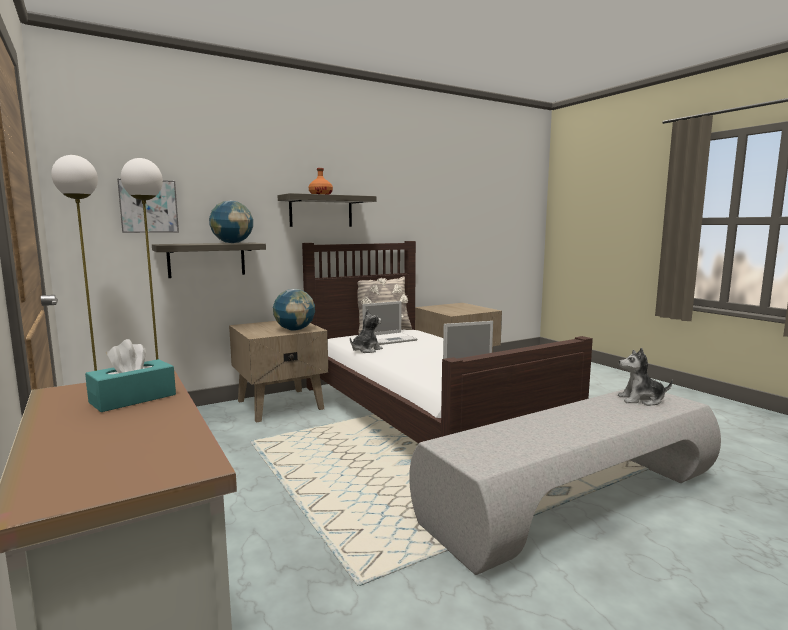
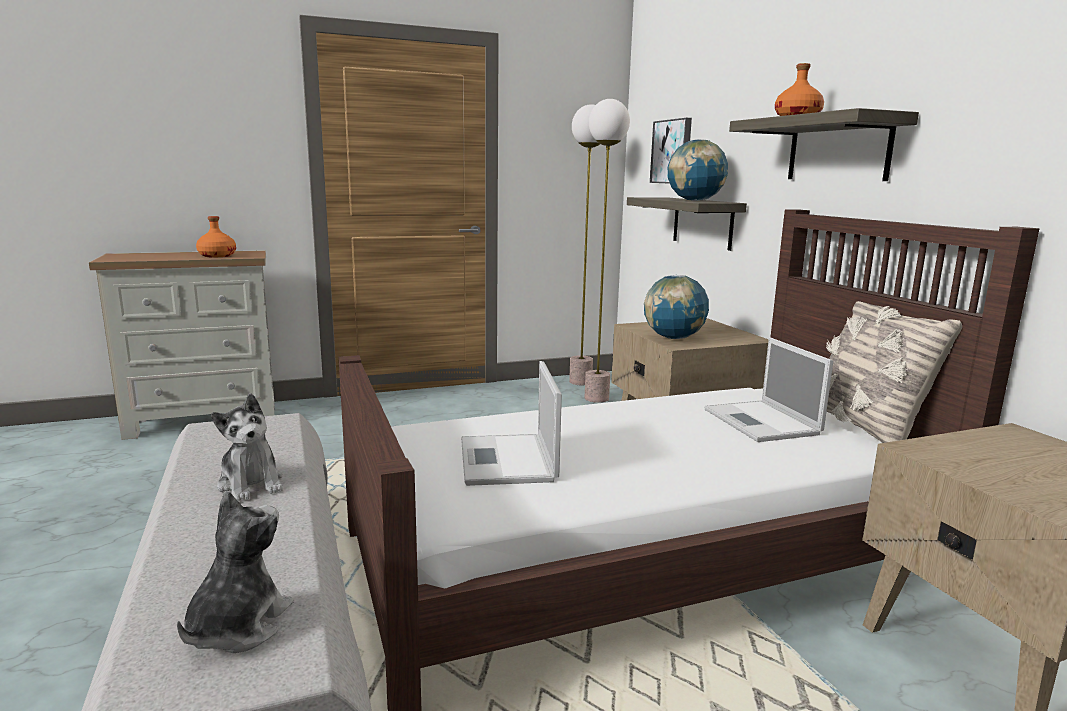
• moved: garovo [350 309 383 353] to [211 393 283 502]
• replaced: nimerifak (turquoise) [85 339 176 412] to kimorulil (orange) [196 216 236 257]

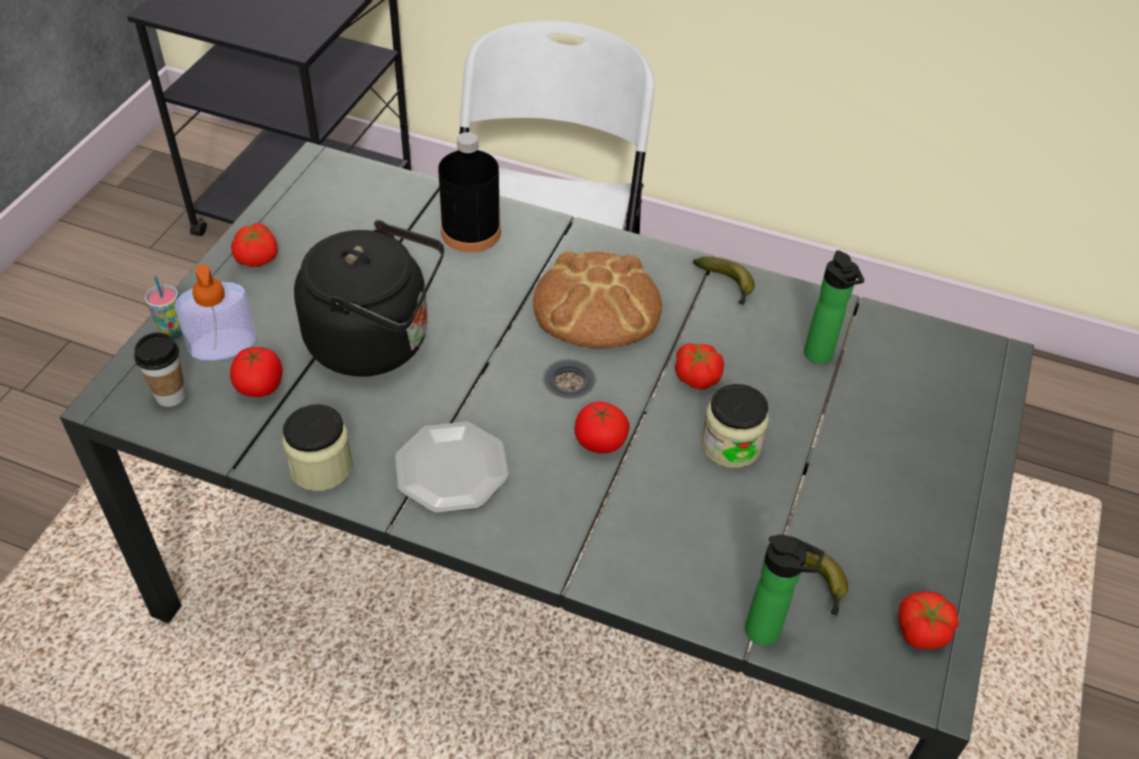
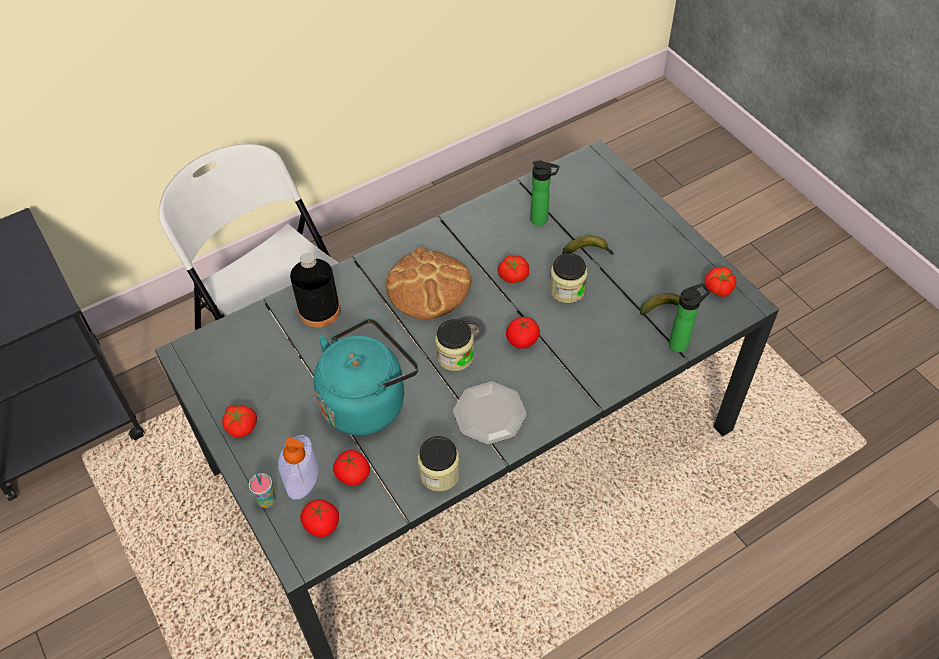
• recoloured: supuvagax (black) [294 220 444 377] to supuvagax (turquoise) [314 318 418 435]
• moved: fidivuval [693 256 755 306] to [562 236 614 255]
• replaced: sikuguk [134 332 186 407] to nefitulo [300 499 339 537]
• added: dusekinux [435 319 474 371]

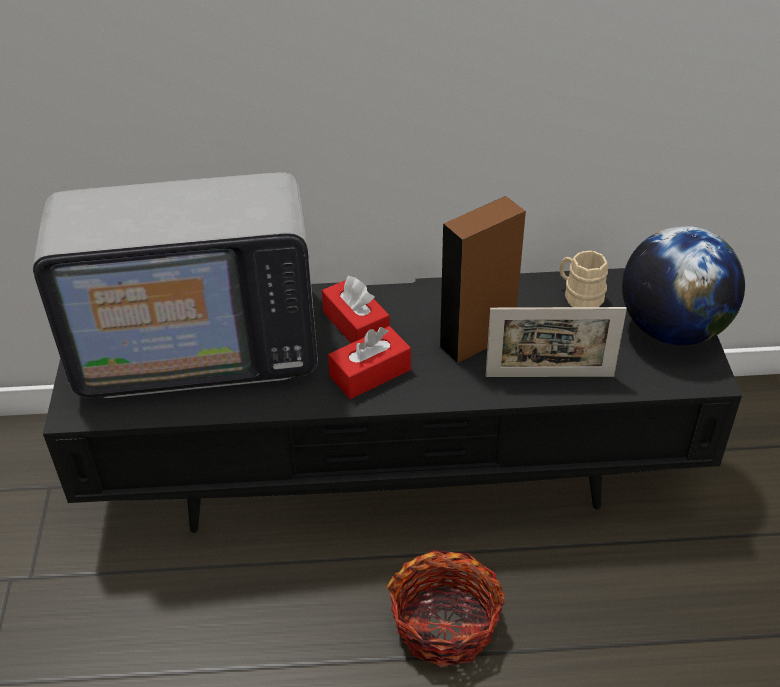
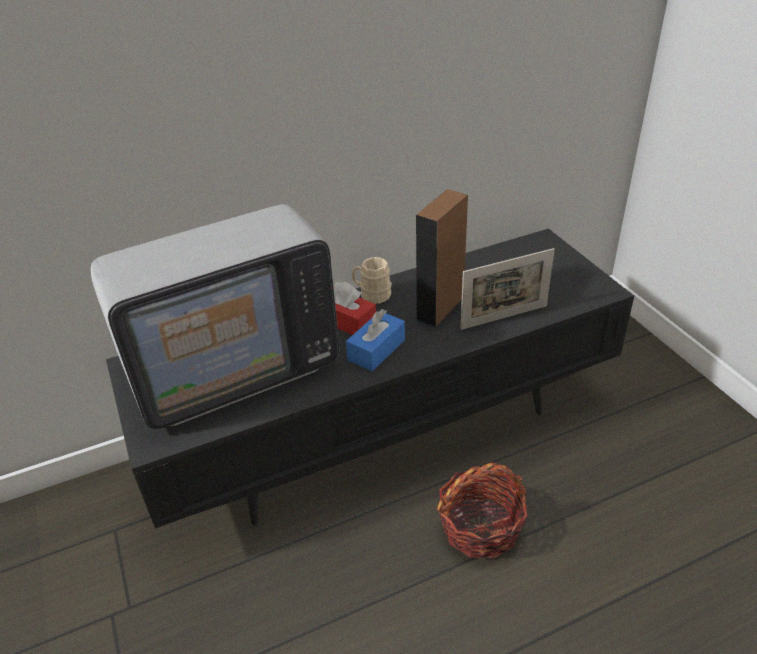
• removed: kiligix [622 226 745 345]
• moved: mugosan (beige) [559 251 608 307] to [352 257 392 304]
• recoloured: nimerifak (red) [328 326 411 399] to nimerifak (blue) [346 309 405 371]

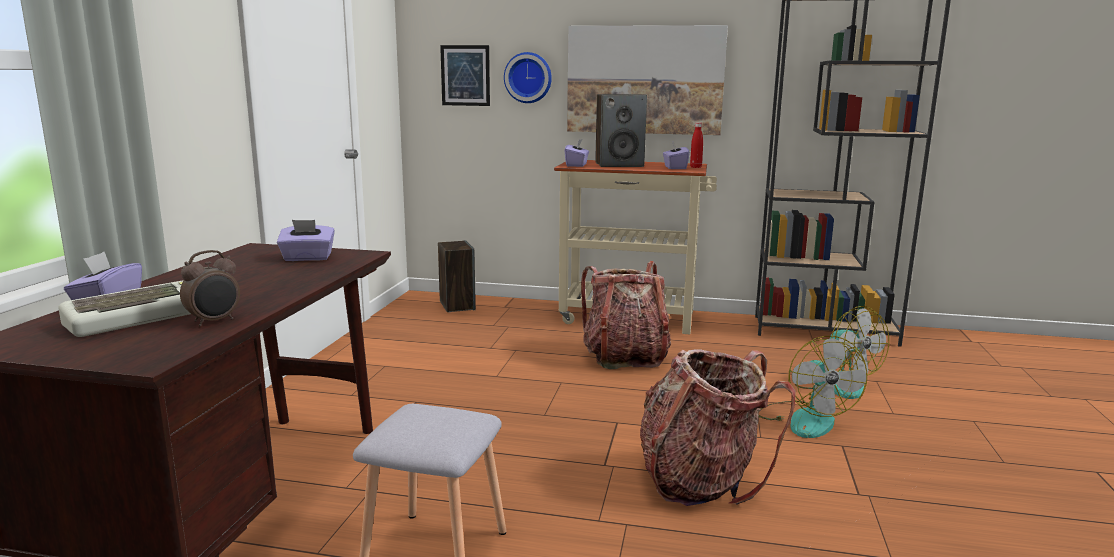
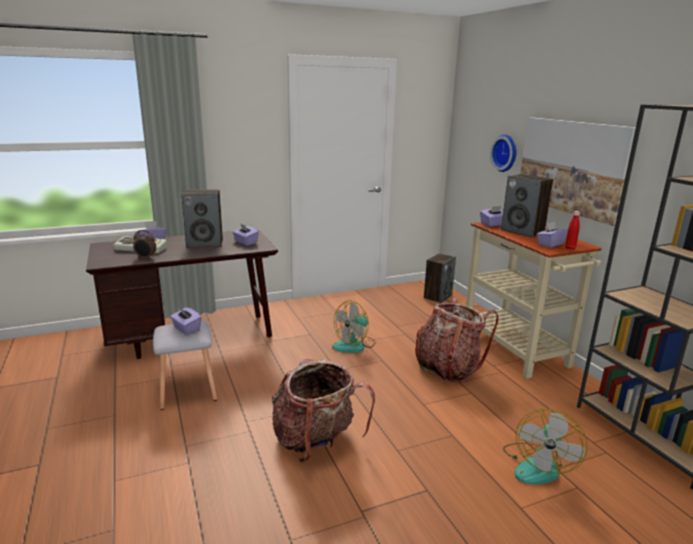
• removed: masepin [440 45 490 106]
• moved: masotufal [758 336 867 438] to [332 300 376 353]
• added: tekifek [181 189 223 248]
• added: nimerifak (purple) [170 307 201 335]

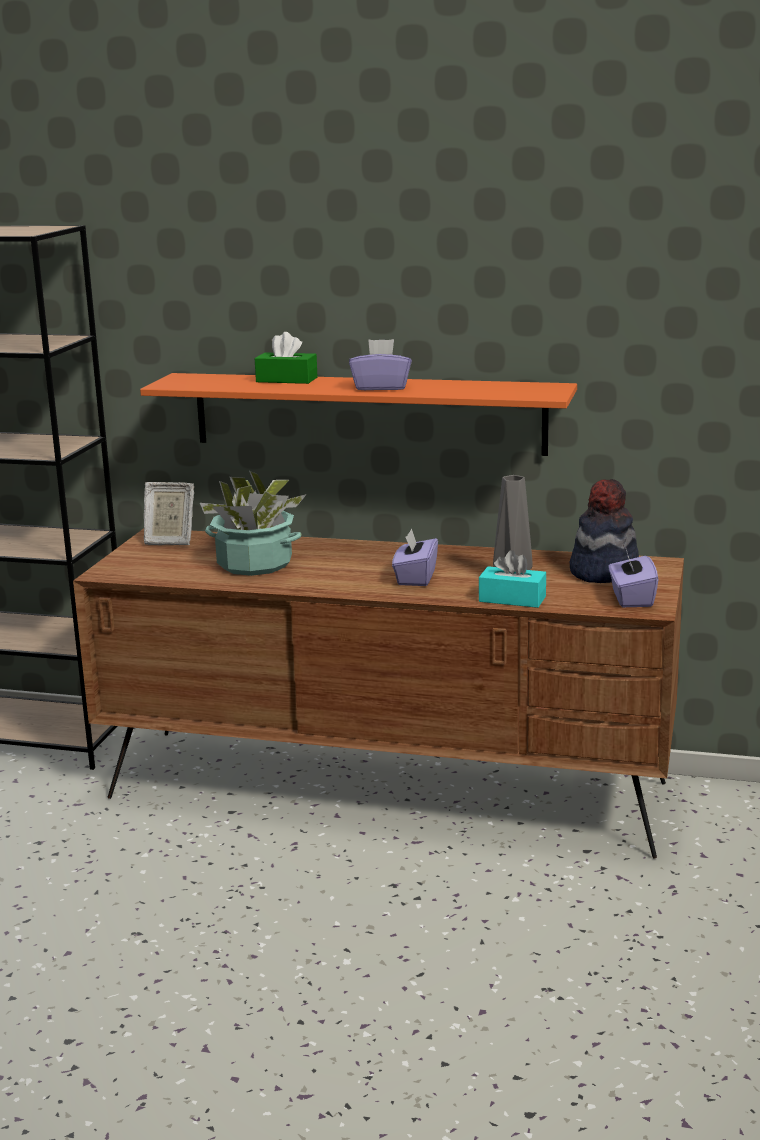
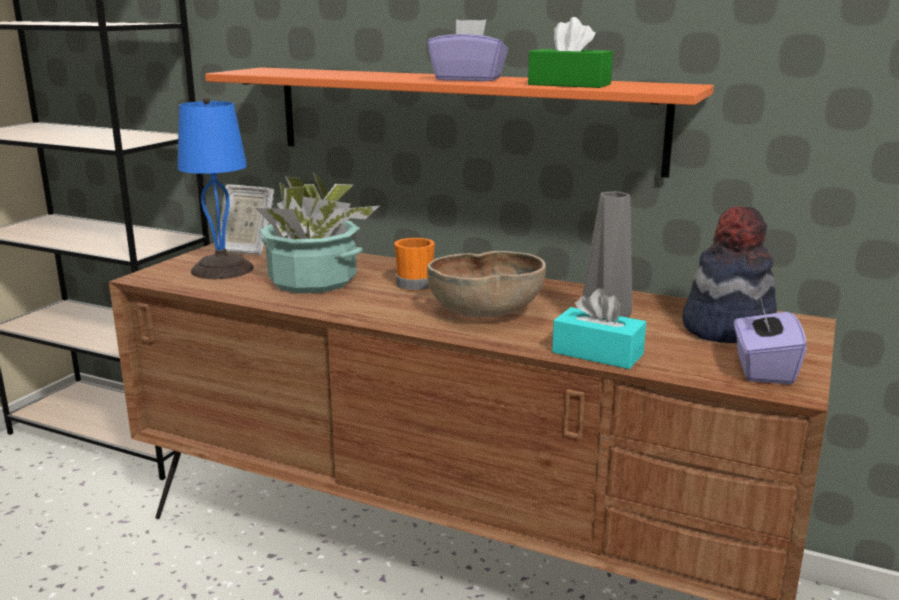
• moved: nimerifak (green) [255 332 317 384] to [528 17 613 88]
• replaced: nimerifak (purple) [392 529 438 586] to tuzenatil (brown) [427 251 546 317]
• added: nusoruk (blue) [178 97 254 279]
• added: mugosan (orange) [394 238 435 291]

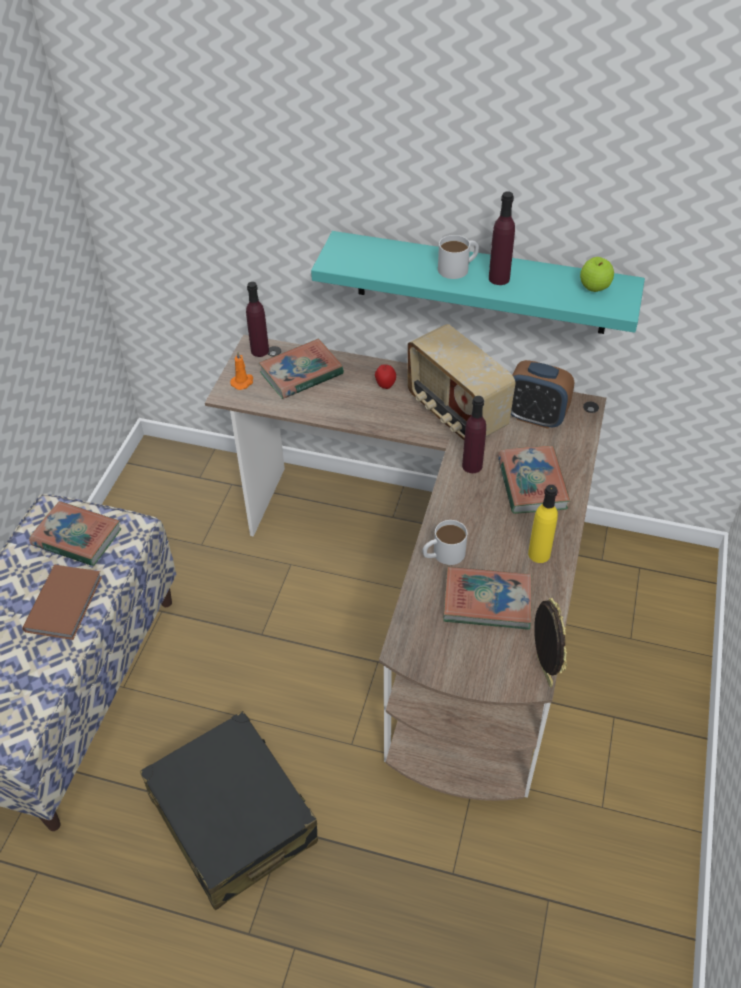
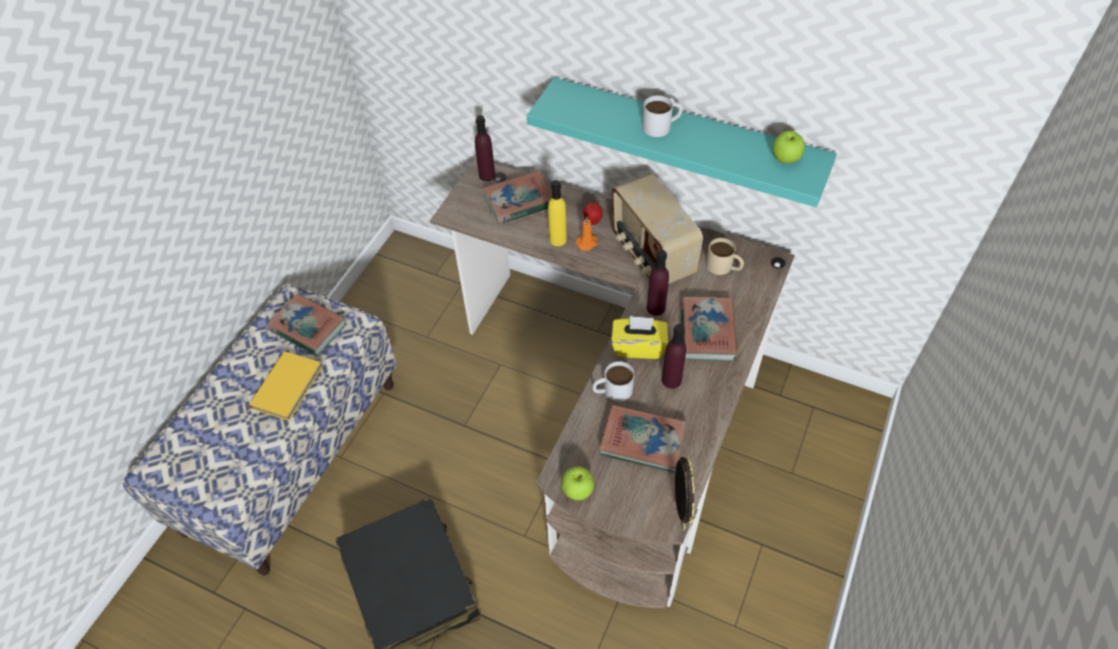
• moved: kimorulil (purple) [489 192 515 285] to [662 324 686 389]
• moved: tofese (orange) [230 351 253 390] to [576 217 598 251]
• replaced: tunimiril [511 360 574 429] to mugosan (beige) [706 238 744 275]
• moved: kimorulil (yellow) [528 485 558 563] to [548 180 567 246]
• recoloured: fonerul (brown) [22 565 102 640] to fonerul (yellow) [248 351 323 421]
• added: nimerifak (yellow) [611 316 668 359]
• added: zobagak [562 466 594 501]

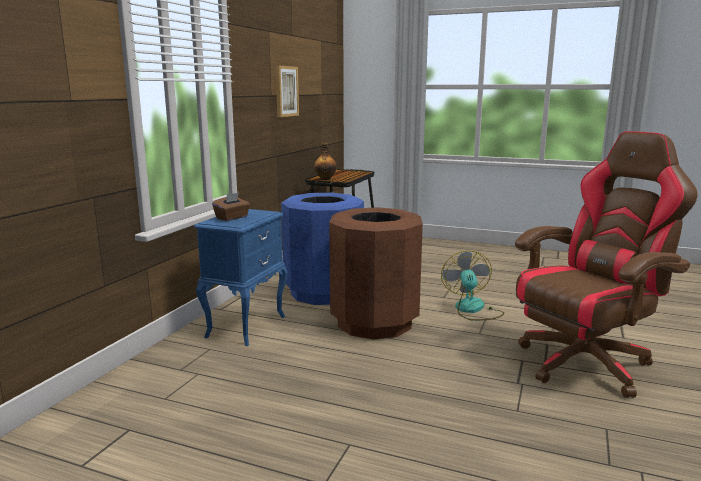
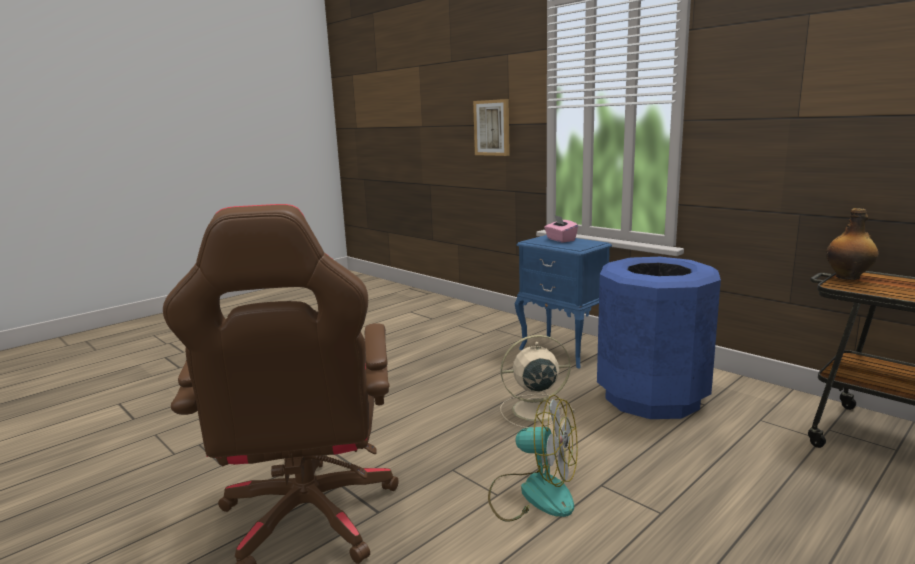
• moved: masepin [276 65 299 117] to [473 99 510 156]
• recoloured: nimerifak (brown) [212 192 250 221] to nimerifak (pink) [544 215 578 243]
• replaced: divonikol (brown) [329 207 423 339] to masotufal (beige) [500 335 575 428]

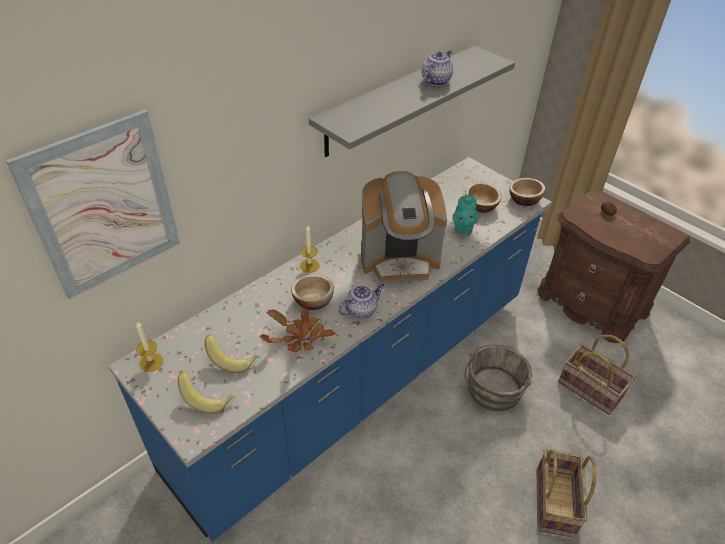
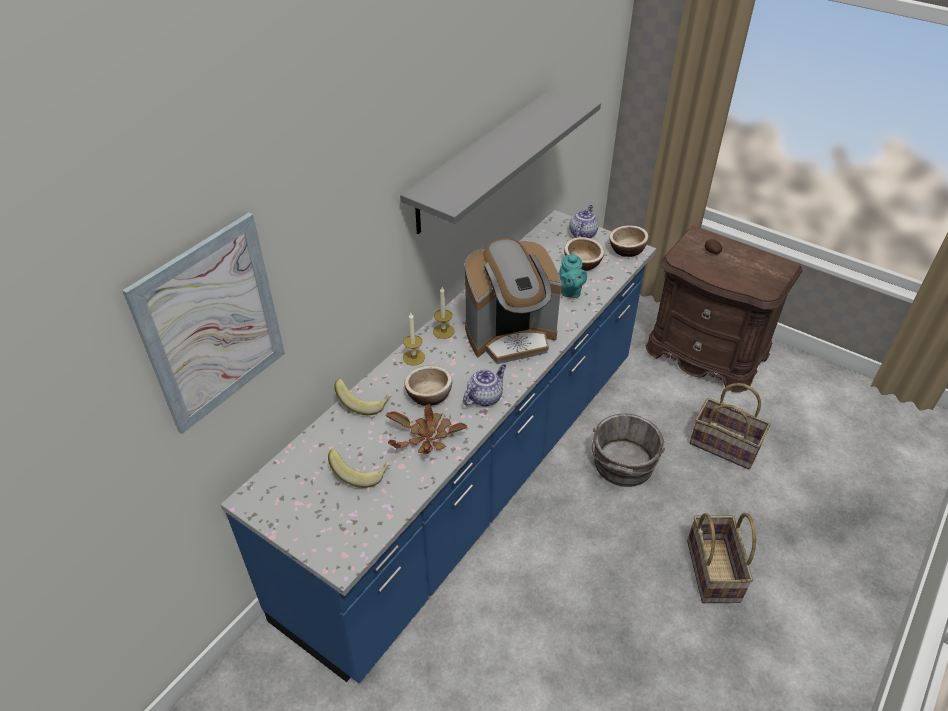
• moved: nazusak [422 50 453 86] to [569 205 599 238]
• moved: tofese [136 322 163 372] to [433 287 455 339]
• moved: fidivuval [178 371 236 414] to [334 379 392 415]

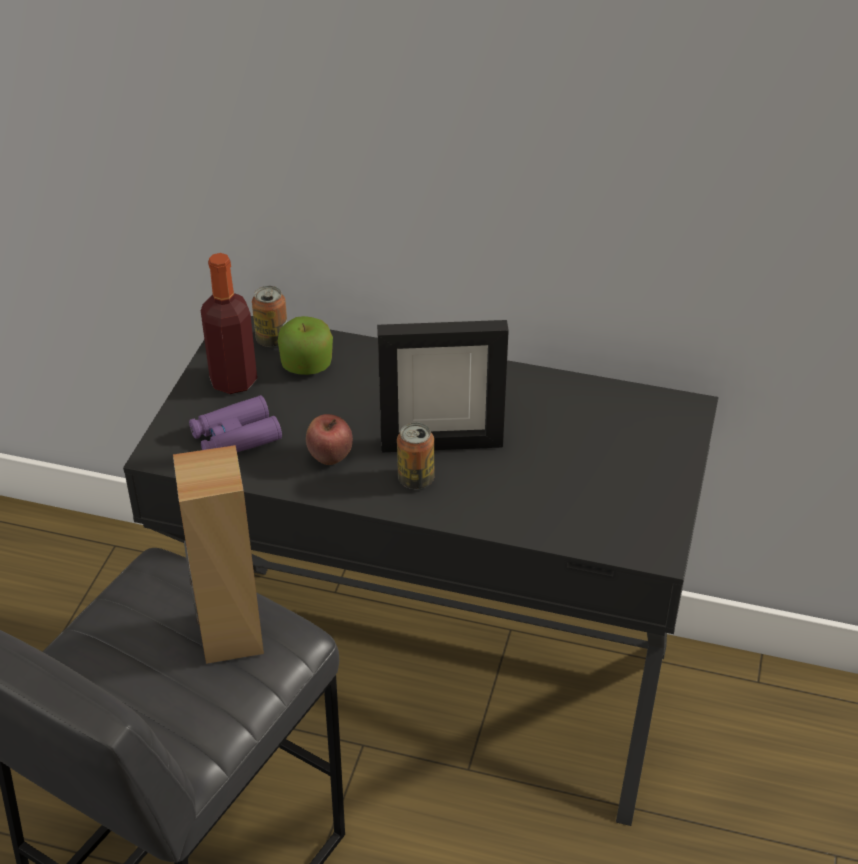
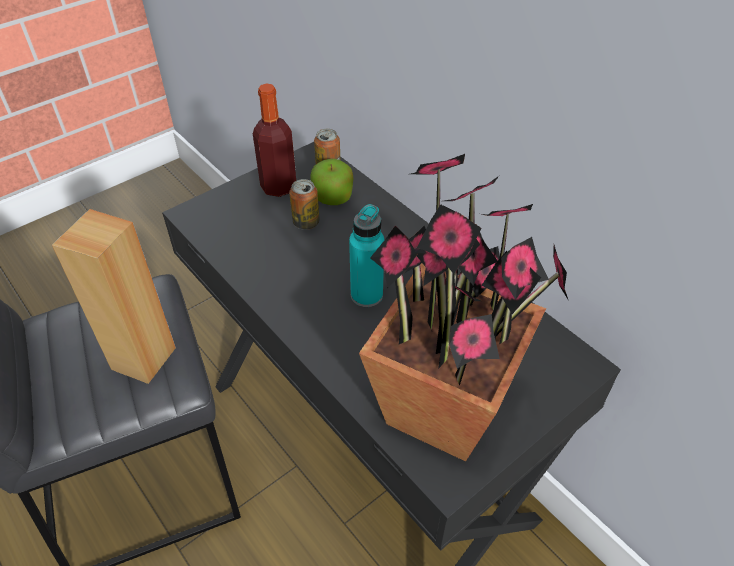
• replaced: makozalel [377 320 509 452] to kimorulil (turquoise) [349 204 384 307]
• removed: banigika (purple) [189 395 282 452]
• removed: zobagak [306 414 353 465]
• moved: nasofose [397 422 435 489] to [289 179 320 230]
• added: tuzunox [359 154 569 461]

